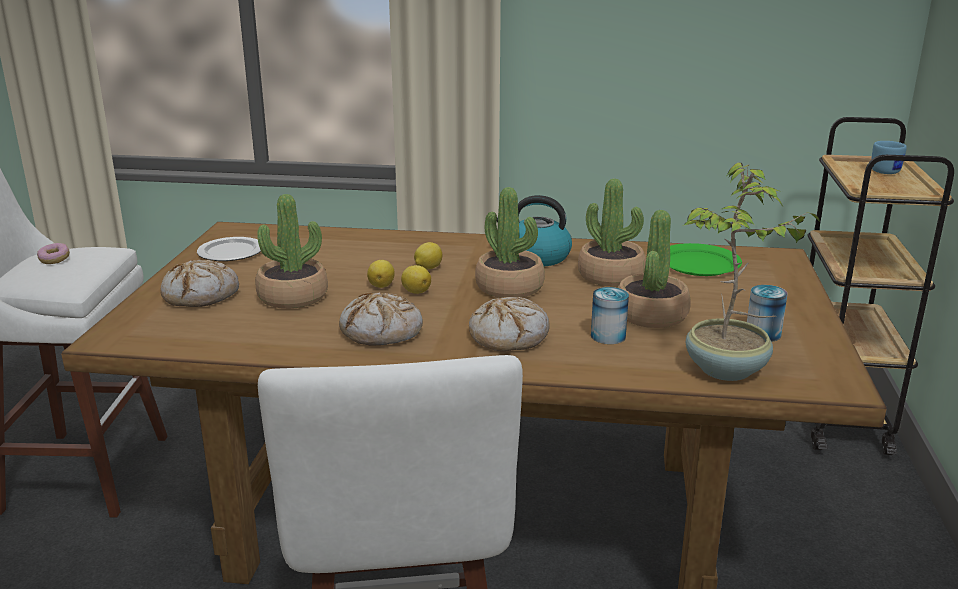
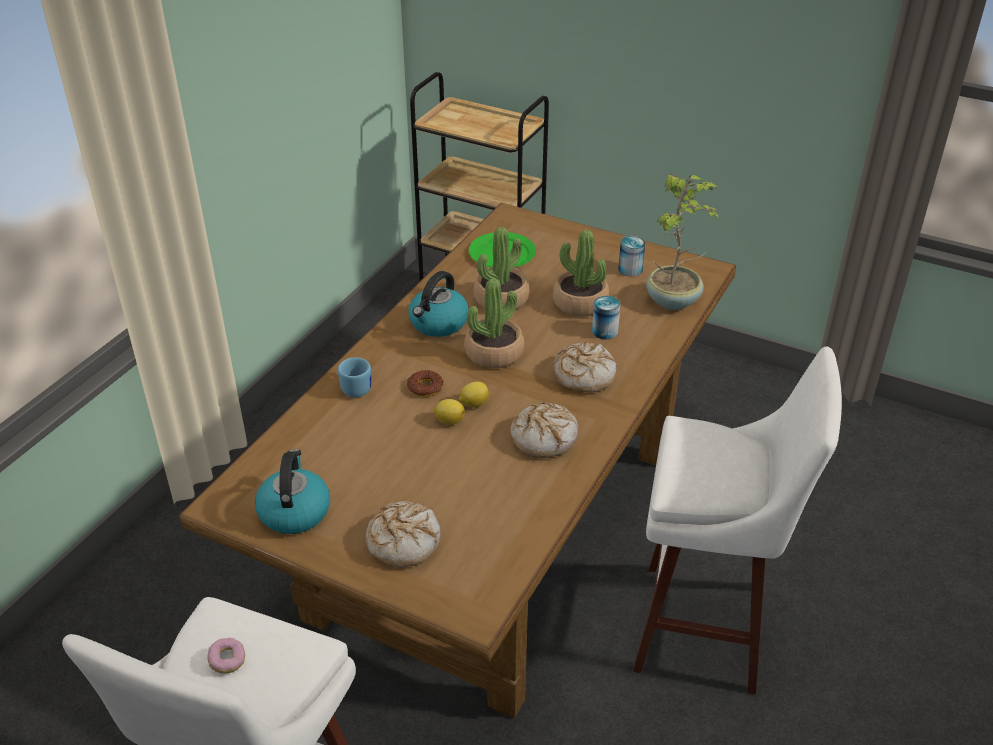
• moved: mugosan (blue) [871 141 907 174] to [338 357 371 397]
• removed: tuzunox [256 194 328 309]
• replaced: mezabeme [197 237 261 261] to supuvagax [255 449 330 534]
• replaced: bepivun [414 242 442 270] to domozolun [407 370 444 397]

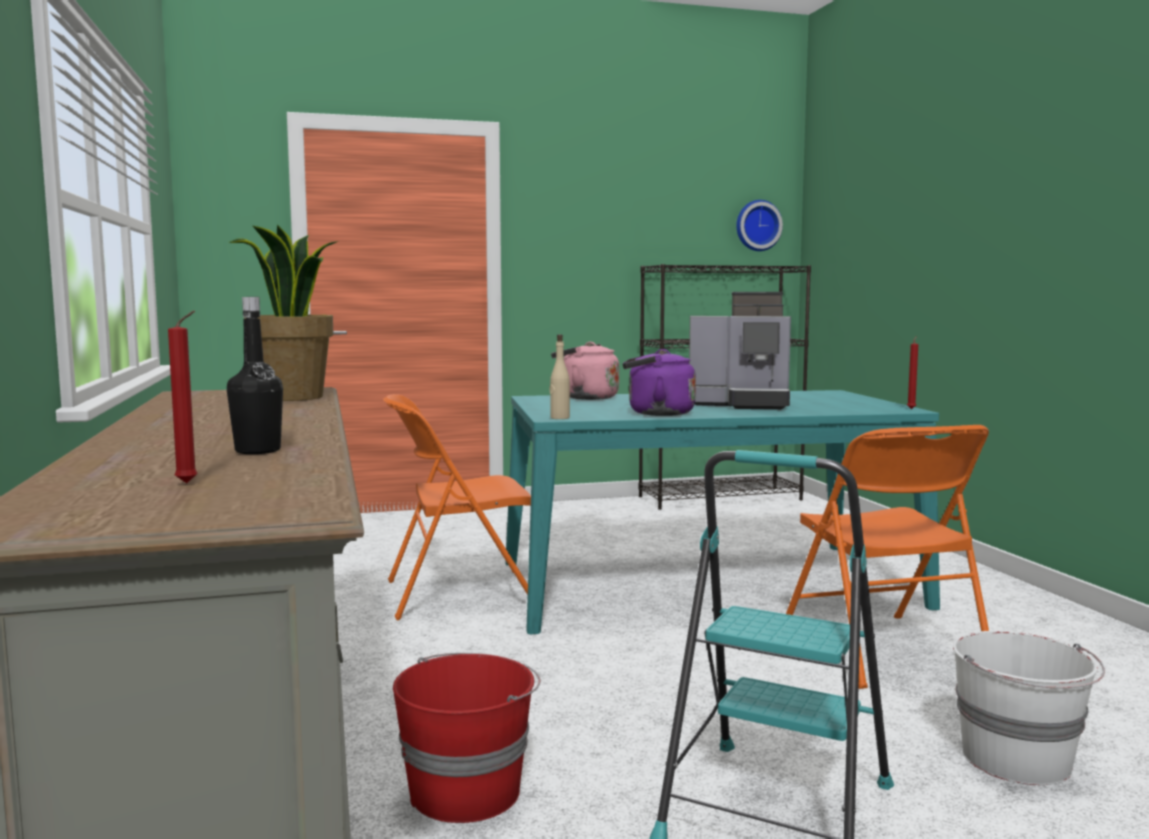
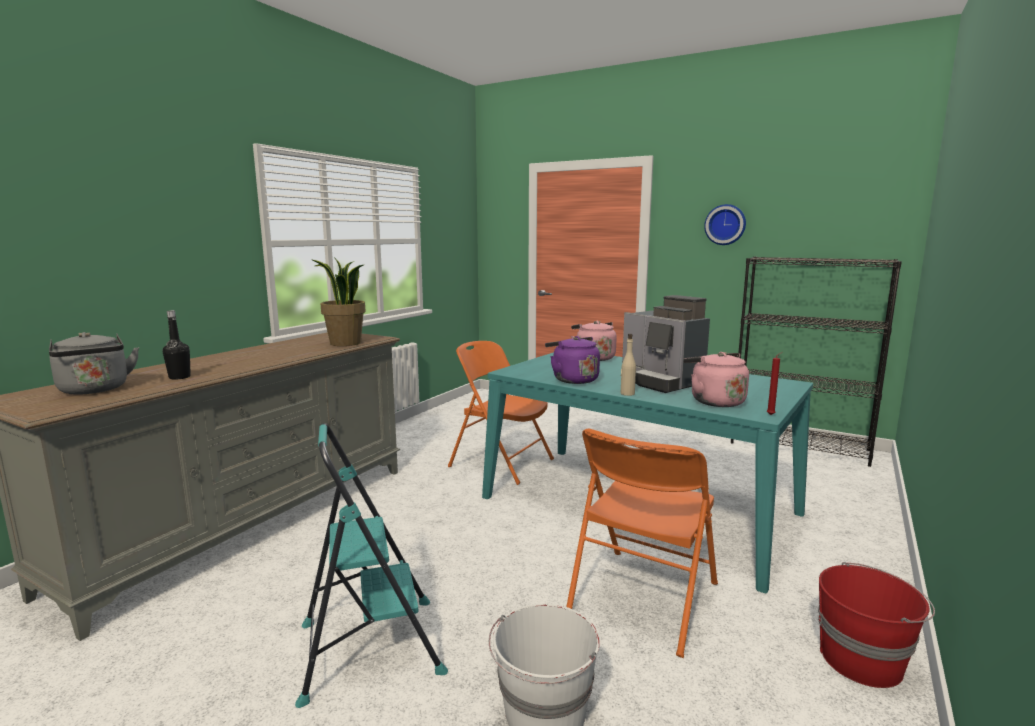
• moved: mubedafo [736 200 783 251] to [704 204 746 245]
• replaced: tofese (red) [168 311 198 483] to supuvagax (grey) [49 332 139 394]
• moved: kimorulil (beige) [550 334 570 419] to [621 334 636 396]
• moved: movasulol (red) [393 653 541 823] to [818 562 935 688]
• added: supuvagax (pink) [683 352 749 407]

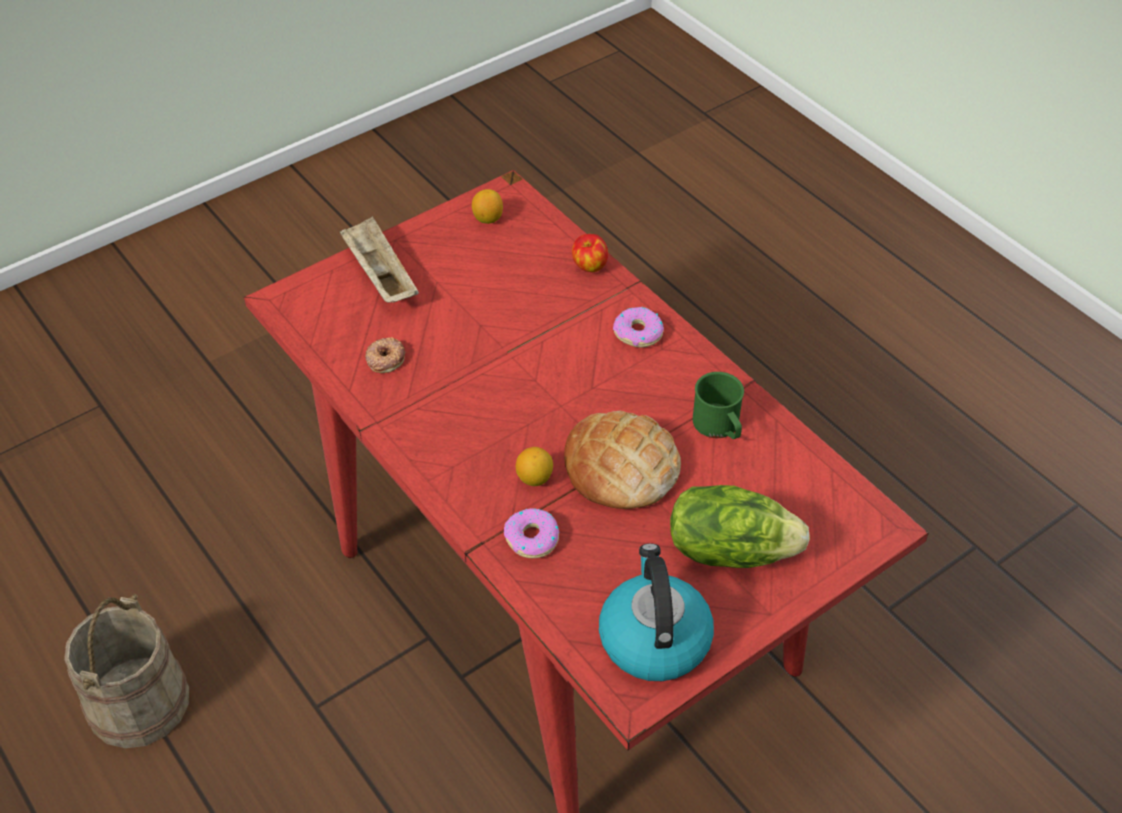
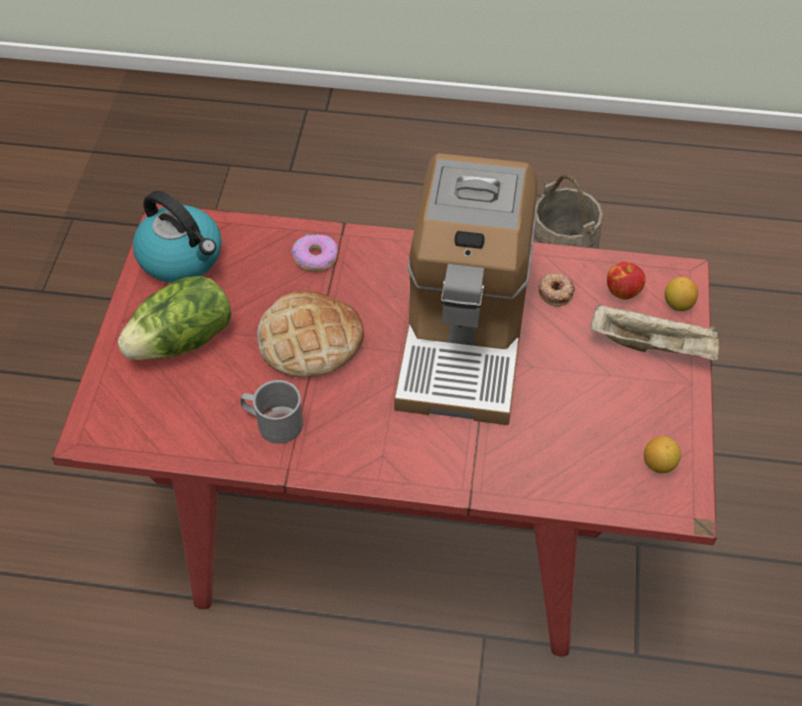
• moved: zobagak [572 234 608 272] to [607 262 646 300]
• removed: domozolun [613 307 664 348]
• recoloured: mugosan (green) [693 372 744 439] to mugosan (grey) [240 380 303 444]
• moved: bepivun [516 447 553 486] to [665 277 698 311]
• added: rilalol [394 153 537 425]

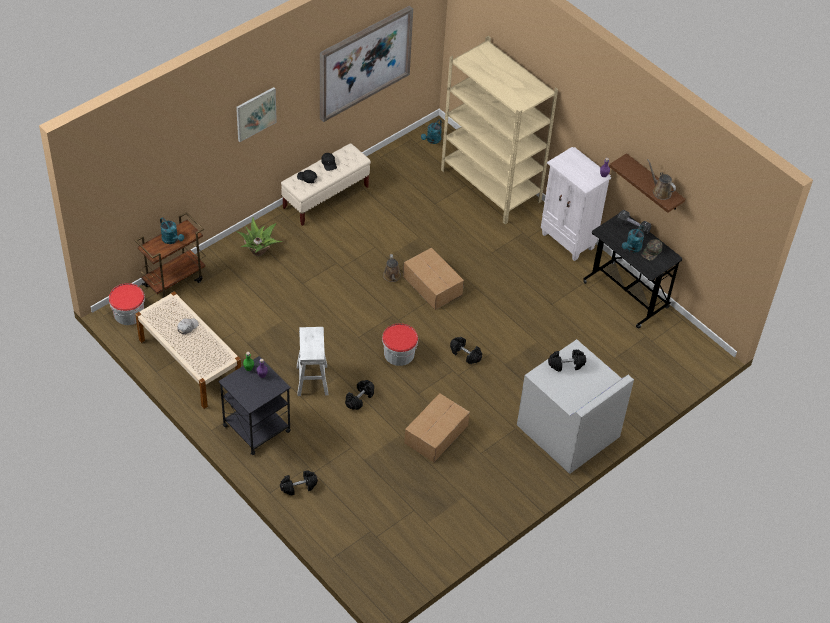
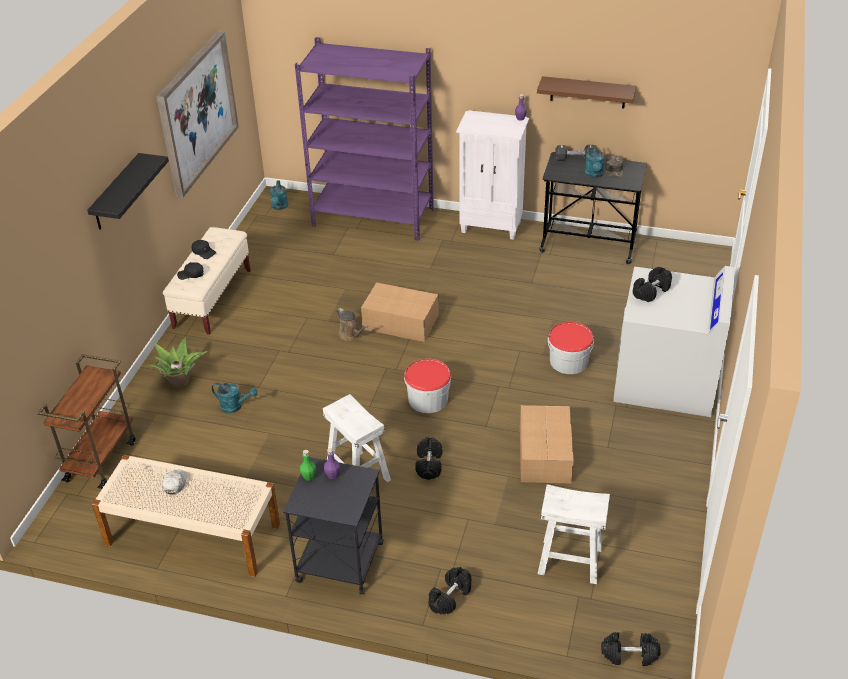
• recoloured: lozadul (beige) [441 36 558 224] to lozadul (purple) [295 37 434 241]
• replaced: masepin [236 87 277 142] to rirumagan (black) [87 153 169 230]
• removed: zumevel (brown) [647 159 676 200]
• moved: zumevel (turquoise) [160 217 184 244] to [212 383 257 413]
• moved: movasulol [109 283 145 325] to [548 322 594 374]
• moved: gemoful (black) [450 337 482 364] to [601 632 661 666]
• added: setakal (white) [538 484 610 584]

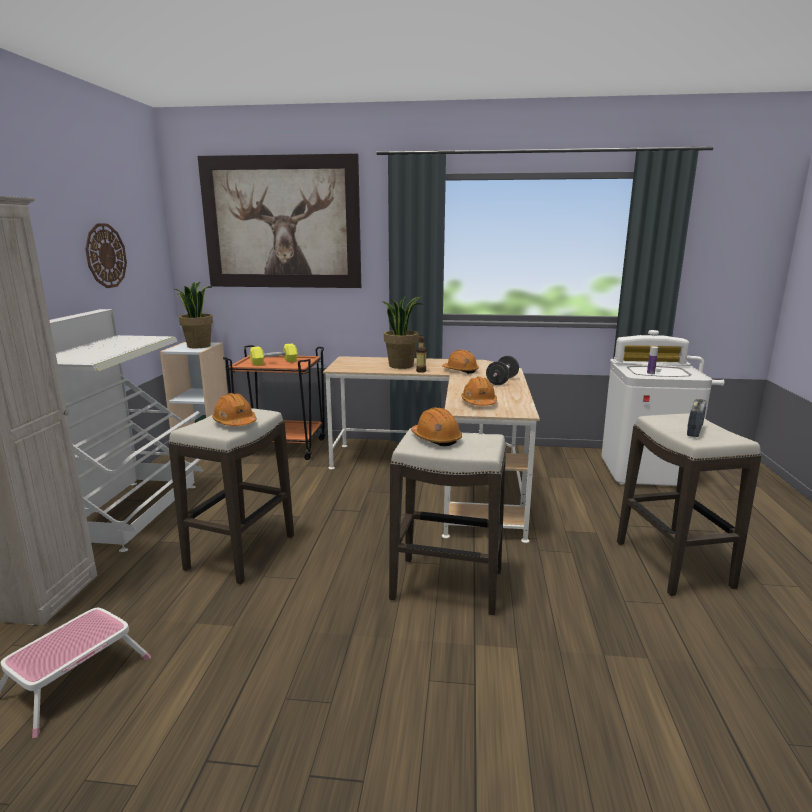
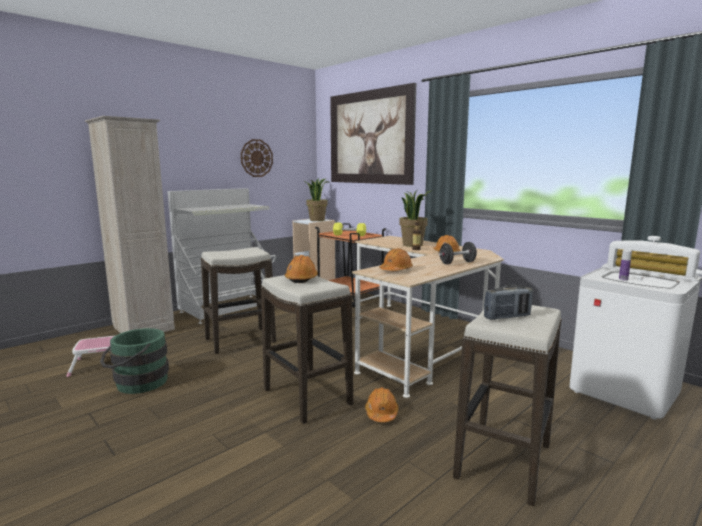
• moved: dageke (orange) [212 393 257 426] to [365 387 399 422]
• added: movasulol (green) [100 328 169 394]

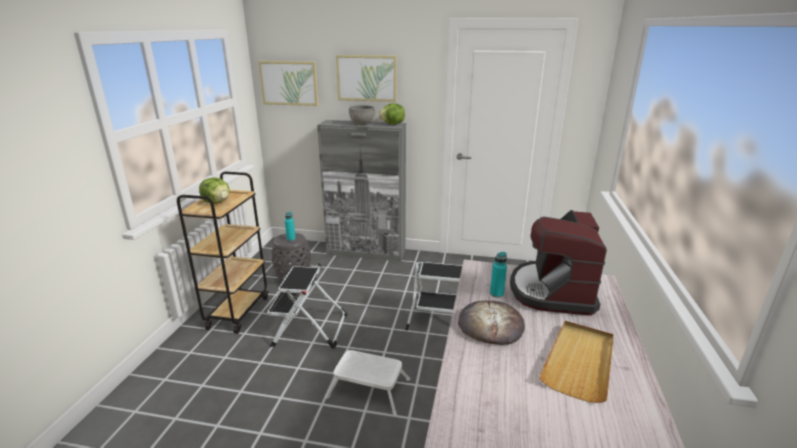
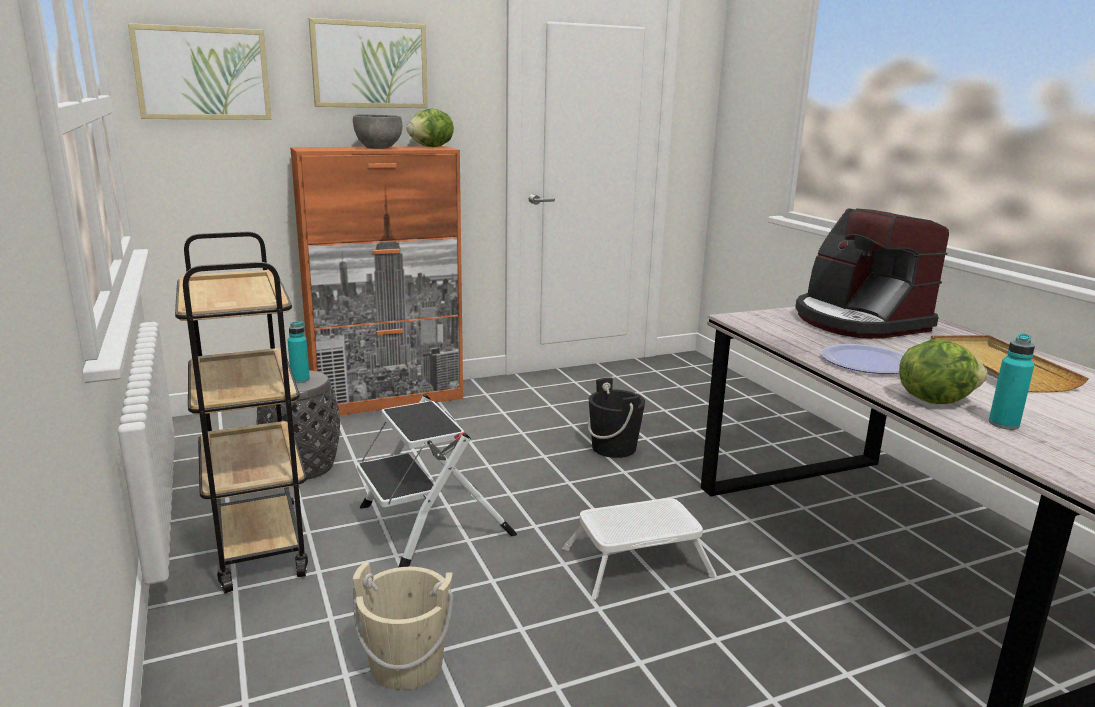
• recoloured: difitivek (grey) [317 120 406 262] to difitivek (orange) [290 146 463 416]
• moved: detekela [199 177 230 204] to [899 339 988 404]
• moved: kimorulil (turquoise) [490 252 507 298] to [989 334 1035 430]
• replaced: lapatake [405 261 462 330] to movasulol (black) [588 377 645 458]
• replaced: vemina [458 300 525 345] to mezabeme [821 344 904 374]
• added: movasulol (beige) [353 562 453 690]

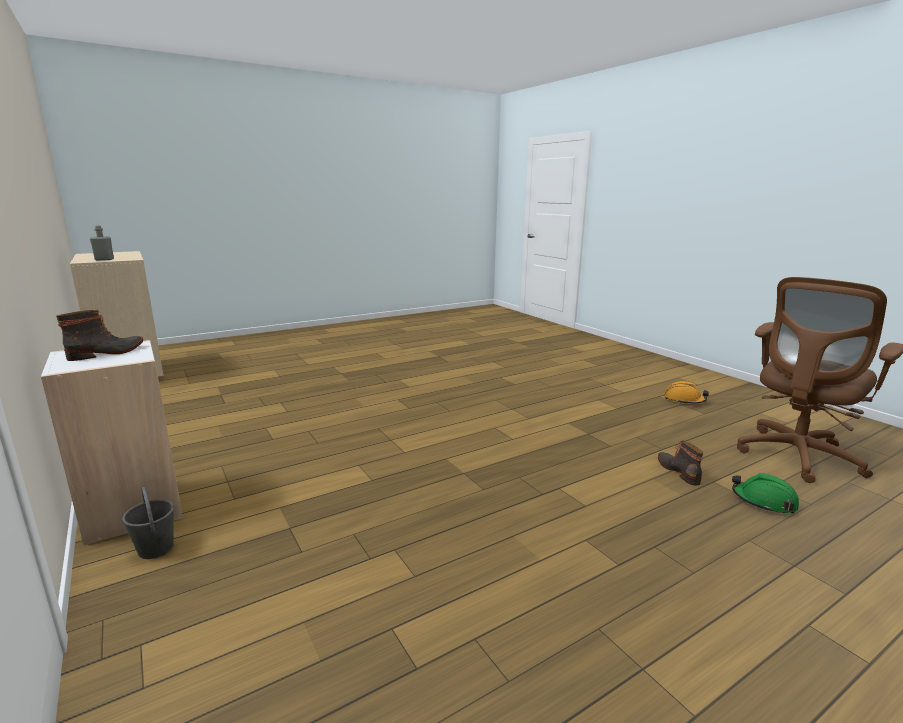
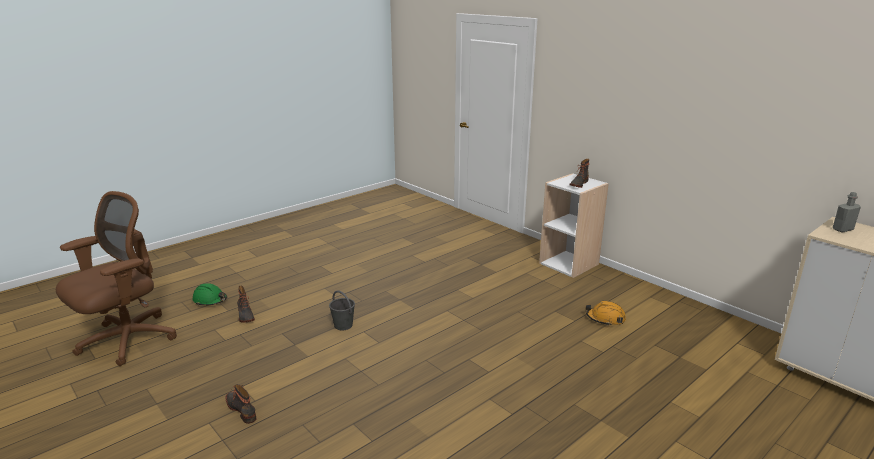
• moved: dageke (orange) [664 381 709 404] to [586 301 626 326]
• moved: movasulol (grey) [122 487 174 559] to [329 290 355 330]
• added: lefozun [225 384 256 424]

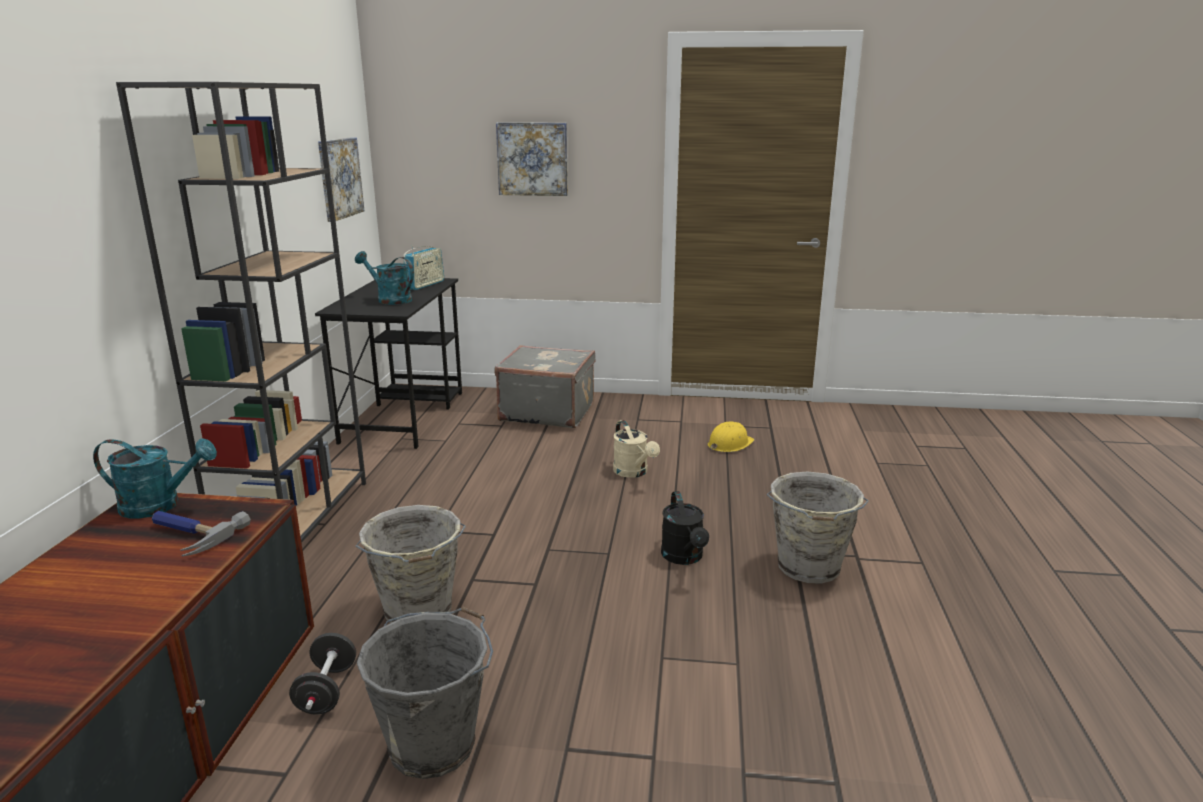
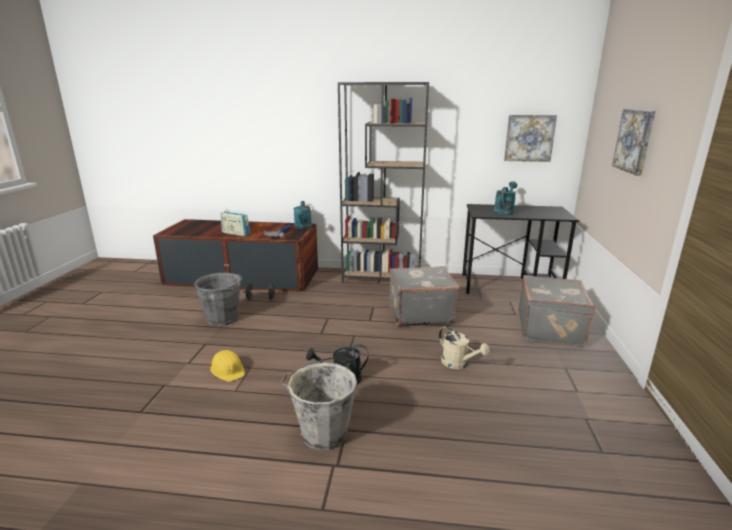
• moved: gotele [403 245 444 290] to [221 209 250 236]
• turned: zumevel (beige) [613 420 660 478] = [439 326 490 369] 105 degrees counterclockwise
• moved: dageke (yellow) [708 421 754 452] to [210 350 245 382]
• removed: movasulol (grey) [355 505 466 623]
• added: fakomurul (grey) [389 266 459 327]

